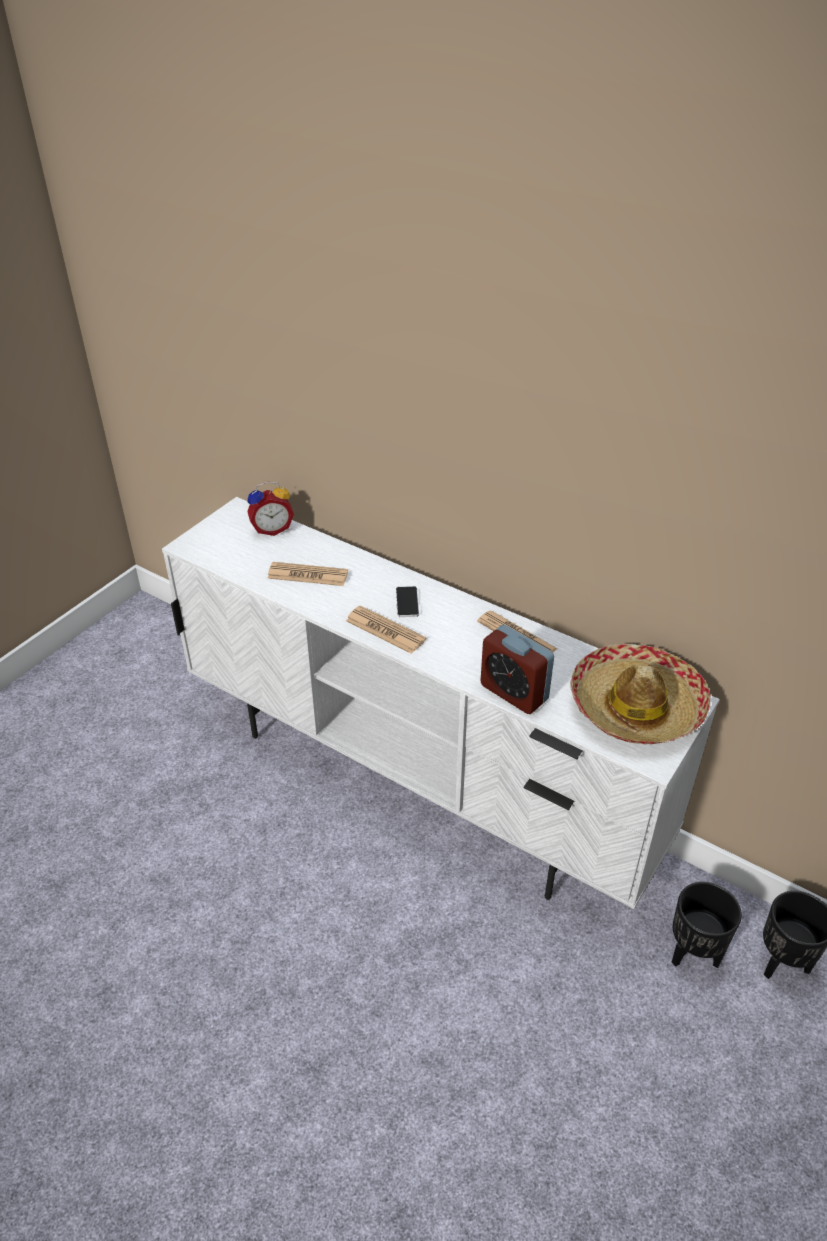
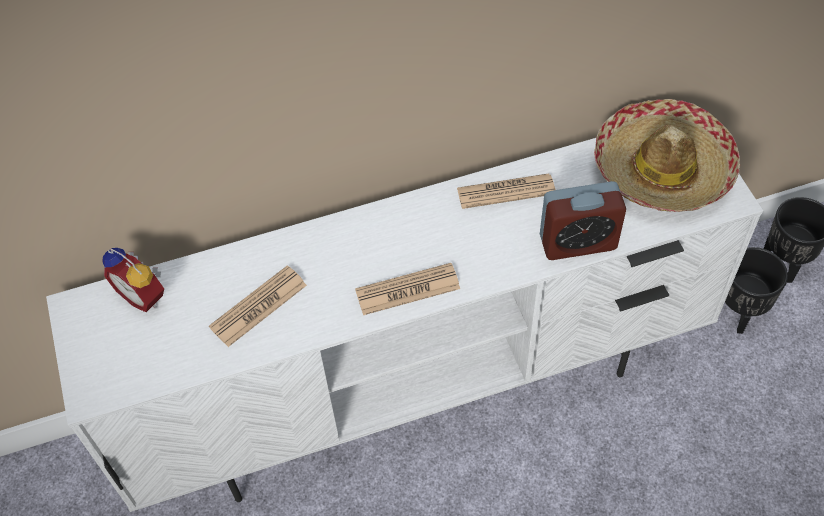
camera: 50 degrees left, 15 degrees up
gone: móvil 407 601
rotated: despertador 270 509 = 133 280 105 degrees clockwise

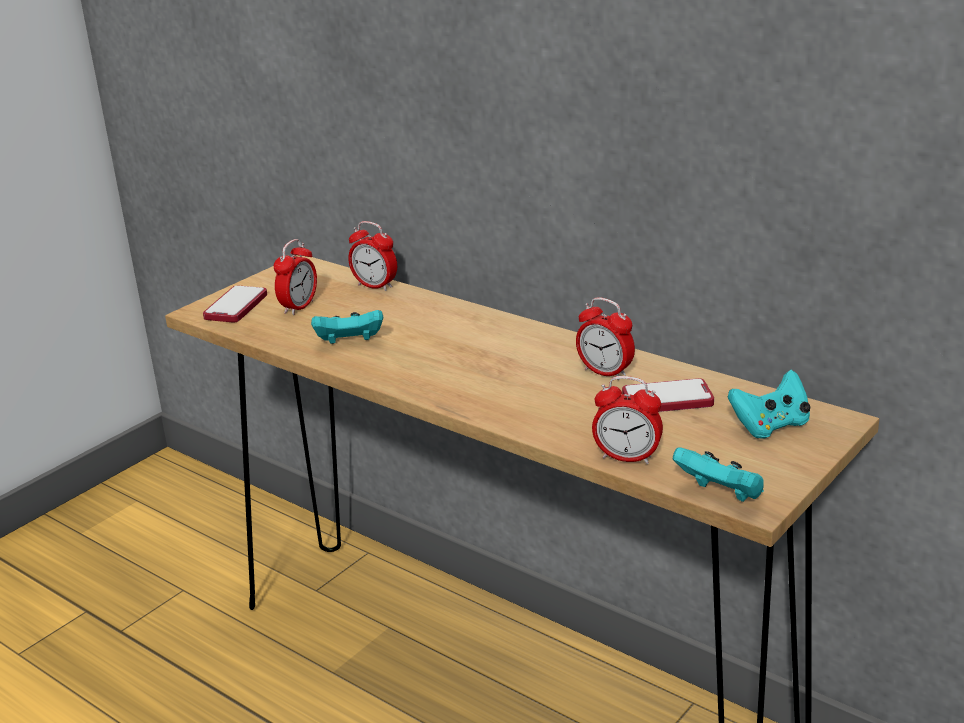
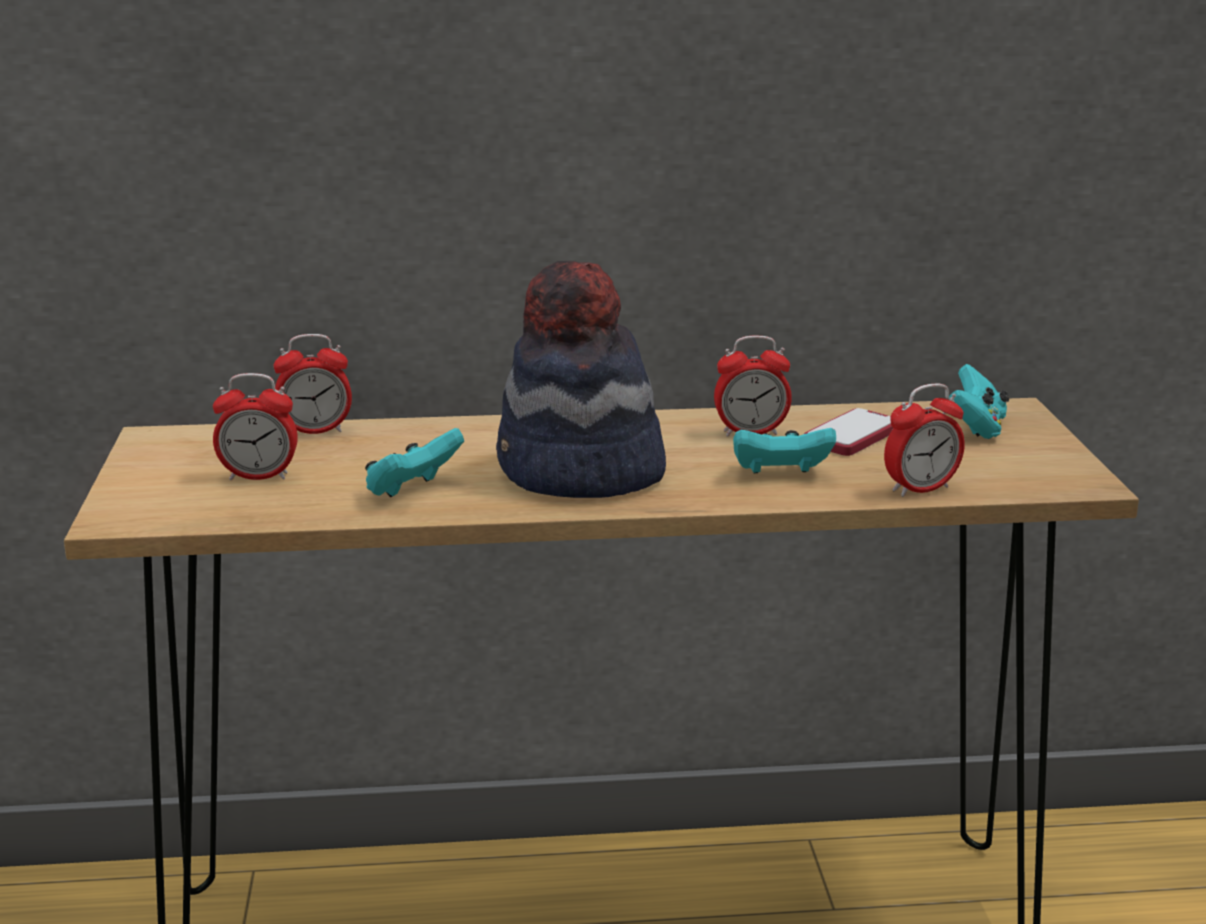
camera: 45 degrees left, 5 degrees down
gone: móvil 235 304
new: sombrero 581 379
shifted: mando de consola [turquesa] 718 474 to 784 450
rotated: despertador 295 277 = 255 426 105 degrees clockwise

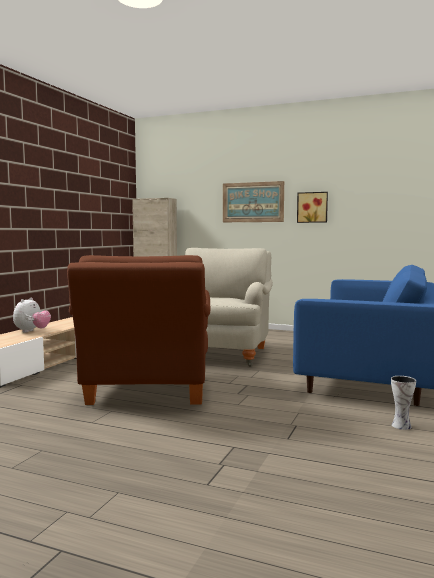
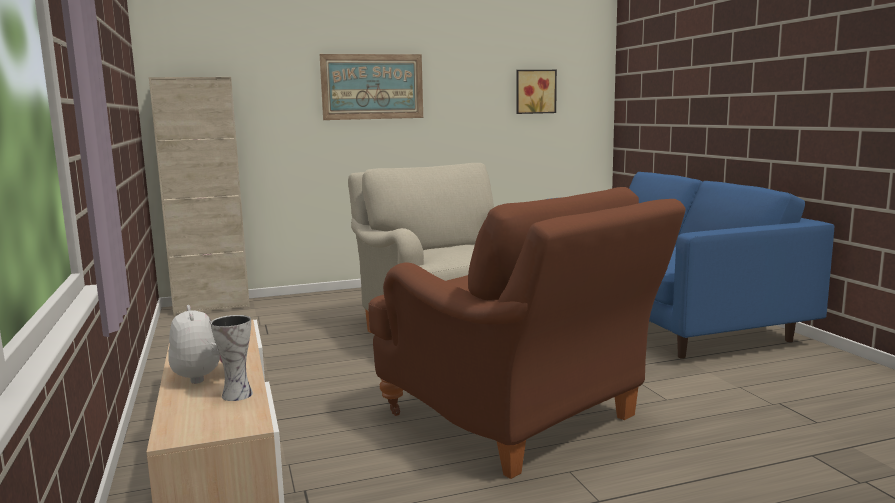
camera: 40 degrees left, 5 degrees up
shifted: cuadro 312 207 to 536 92; florero 403 403 to 232 358

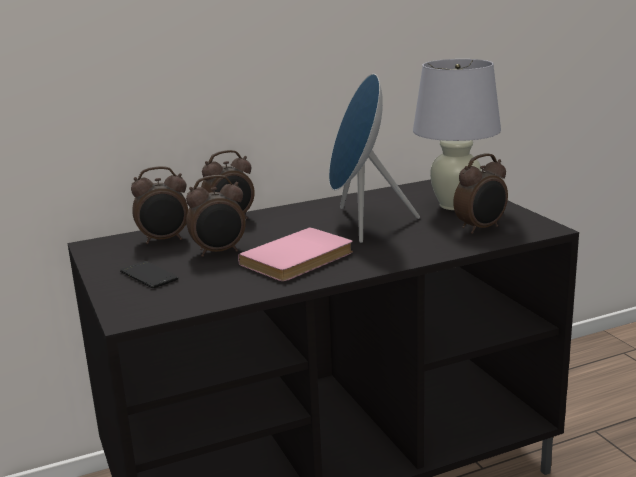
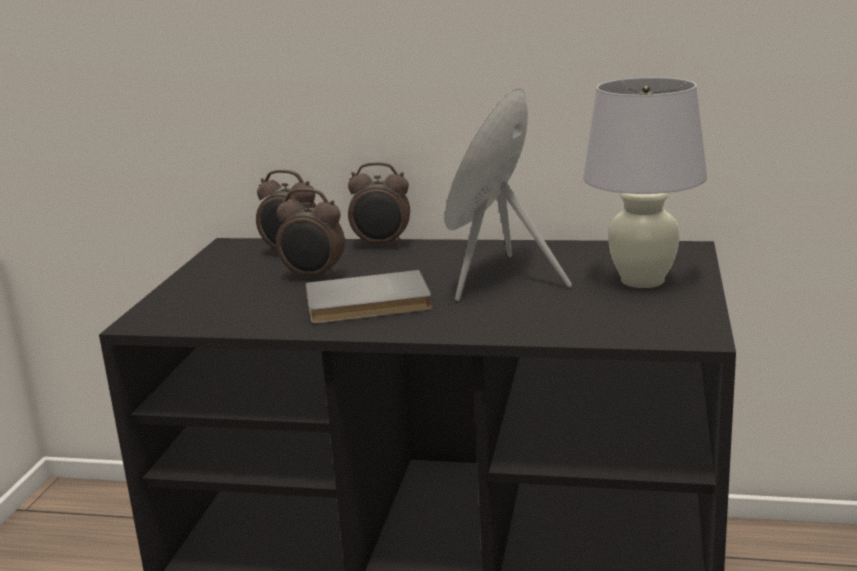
camera: 35 degrees right, 0 degrees up
gone: despertador 480 193; móvil 149 274
repainted: libro [rosa] 295 254 to libro [gris] 368 297

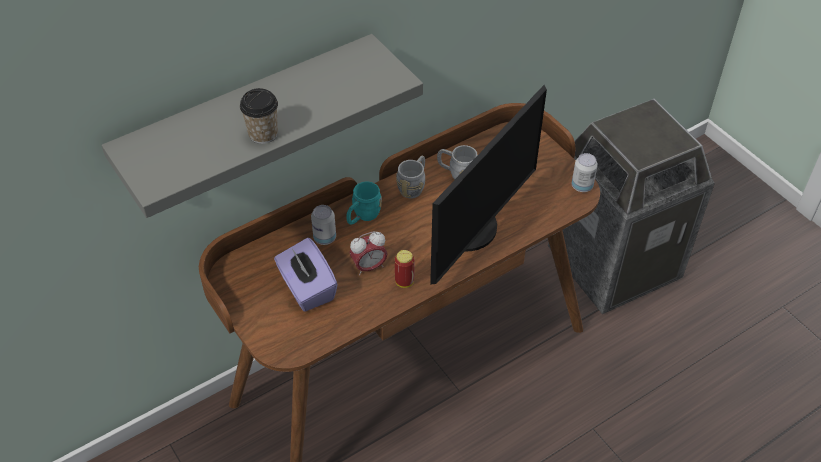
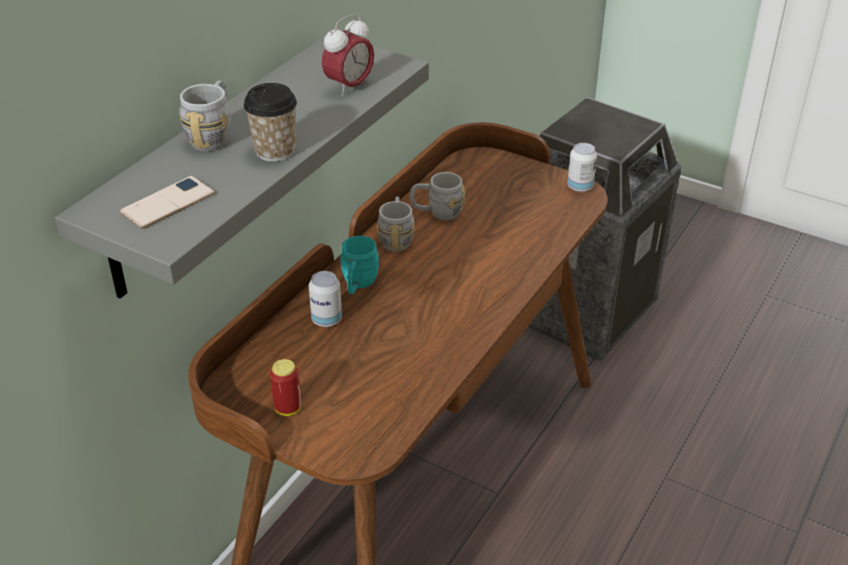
camera: 25 degrees left, 10 degrees down
gone: monitor 488 185; caja de pañuelos [morado] 306 275
new: taza grande [gris] 205 115; móvil 167 202
shifted: despertador 368 253 to 348 55; lata 405 269 to 285 387

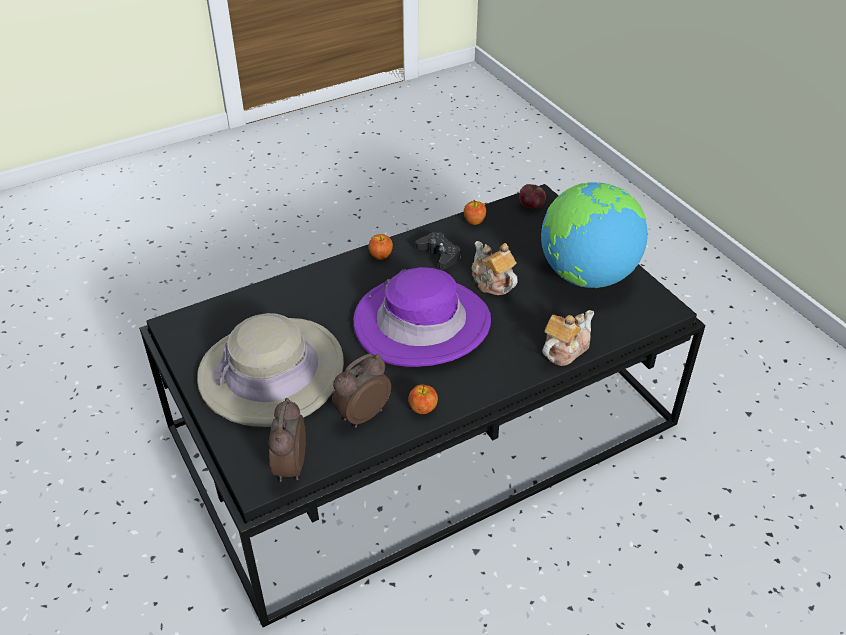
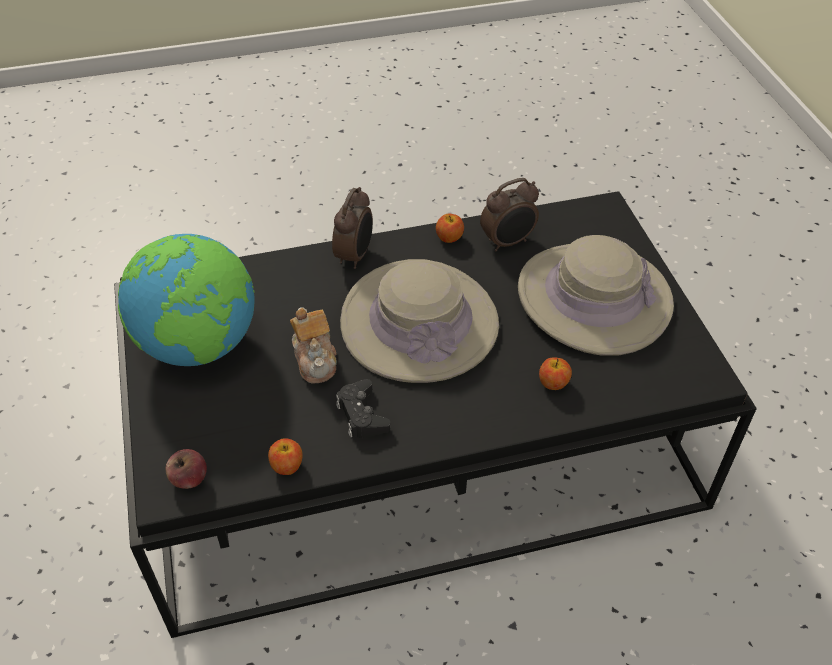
camera: 165 degrees left, 5 degrees up
gone: tetera 568 338
shifted: manzana 381 247 to 555 373; despertador 287 440 to 352 228
repainted: sombrero [morado] 422 317 to sombrero [beis] 419 321

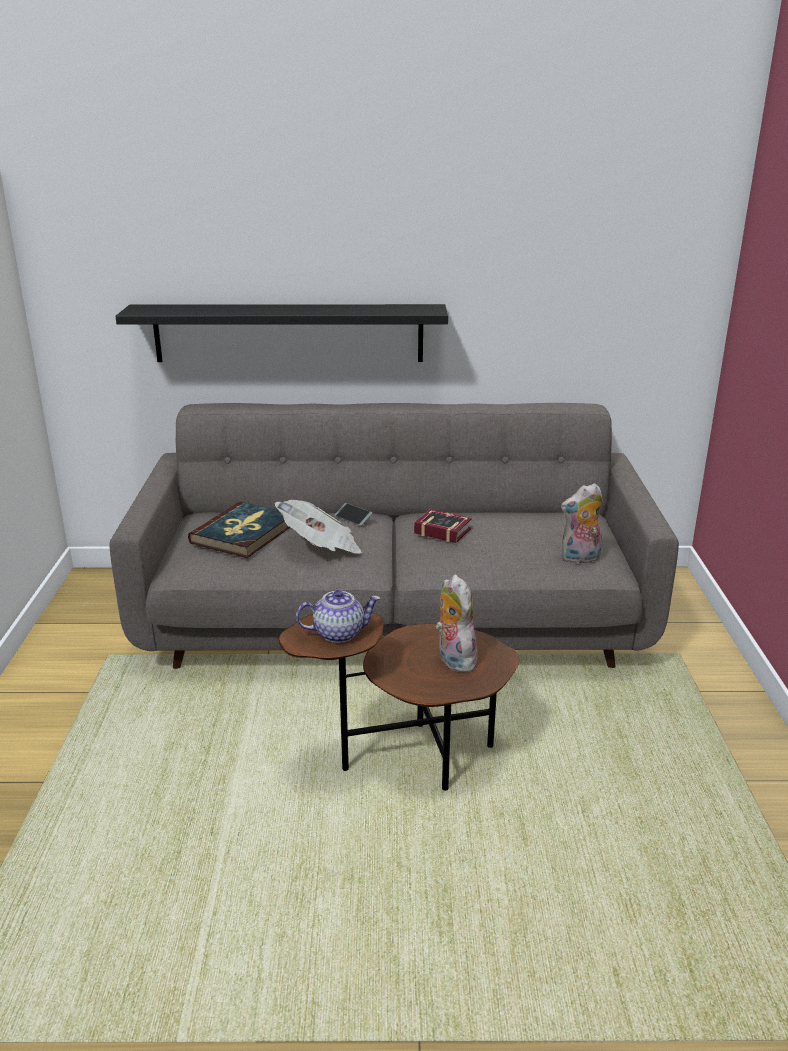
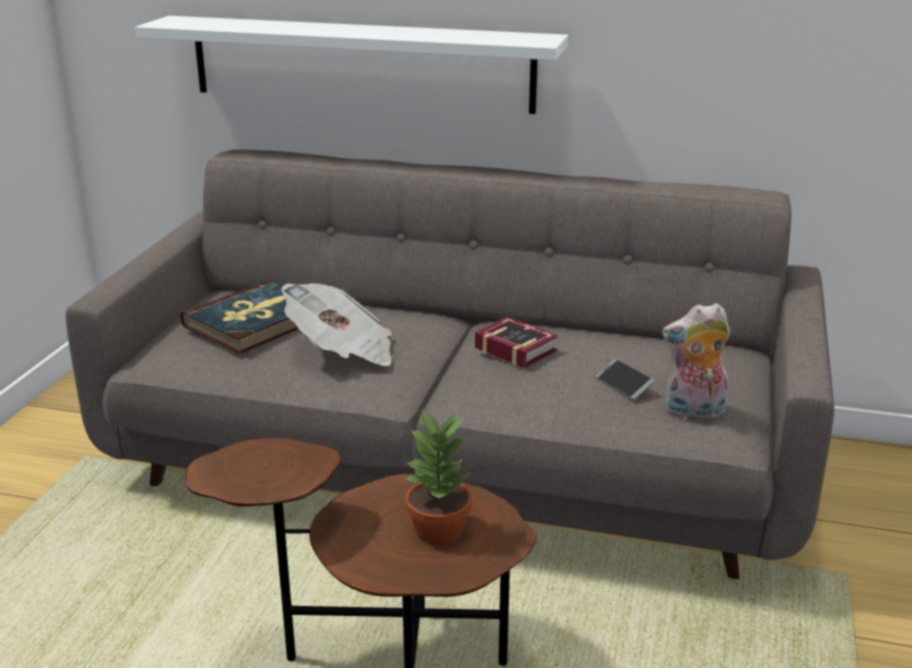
camera: 15 degrees right, 0 degrees up
gone: tetera 338 616
shifted: móvil 353 514 to 625 379
swapped: peluche 456 623 to planta en maceta 437 477
repainted: estante [negro] 281 333 to estante [blanco] 351 65

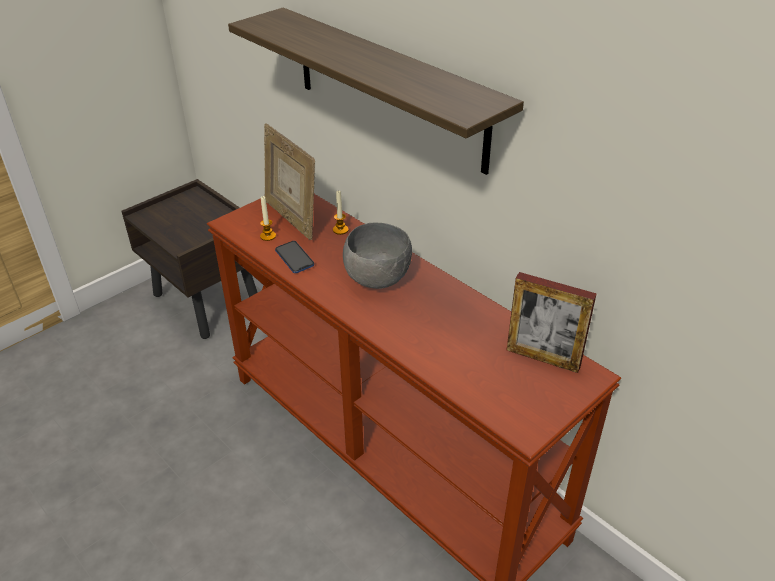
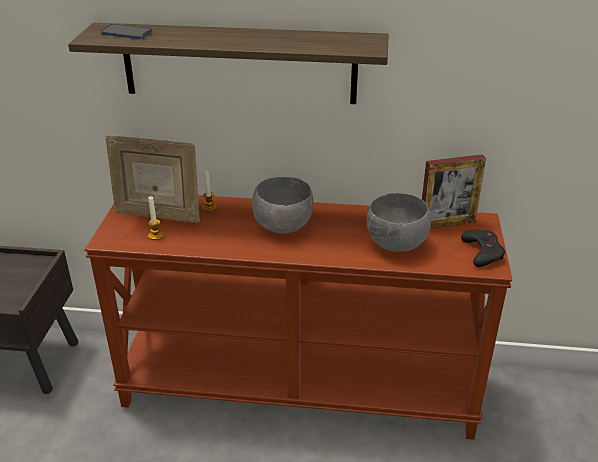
camera: 40 degrees left, 5 degrees down
new: cuenco [gris] 399 222; mando de consola [negro] 483 248
shifted: móvil 294 257 to 126 31

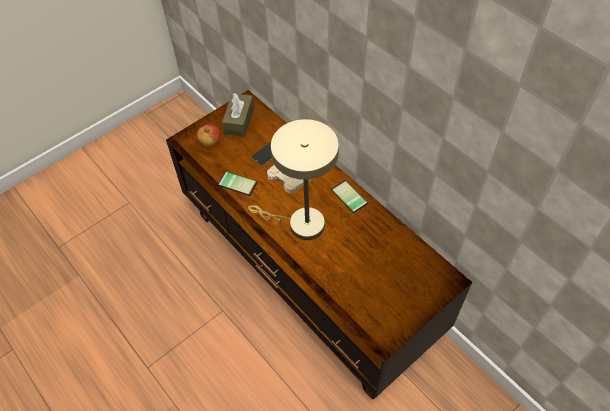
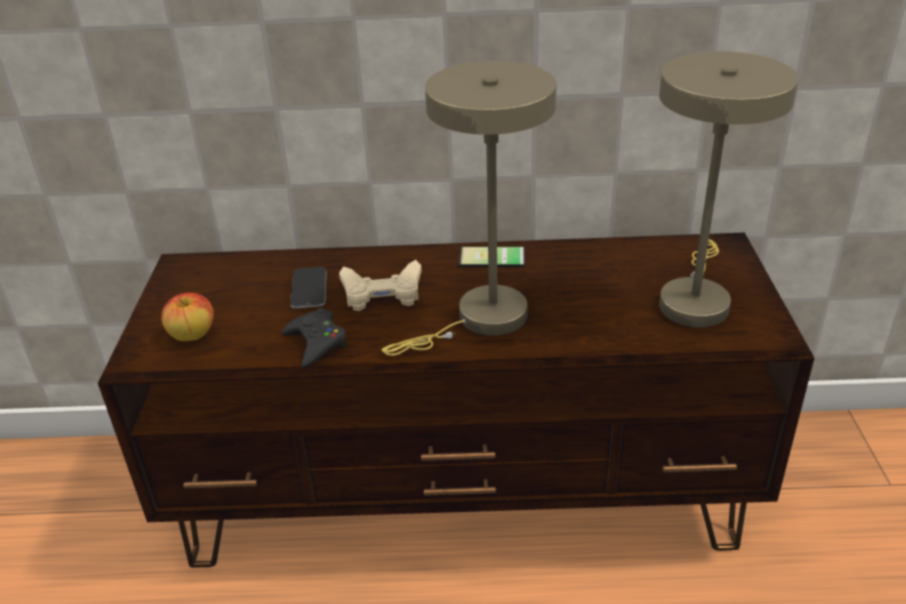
camera: 50 degrees left, 20 degrees down
gone: caja de pañuelos [marrón] 238 115
new: lámpara de mesa [beis] 728 189
swapped: móvil 238 183 to mando de consola [negro] 314 338

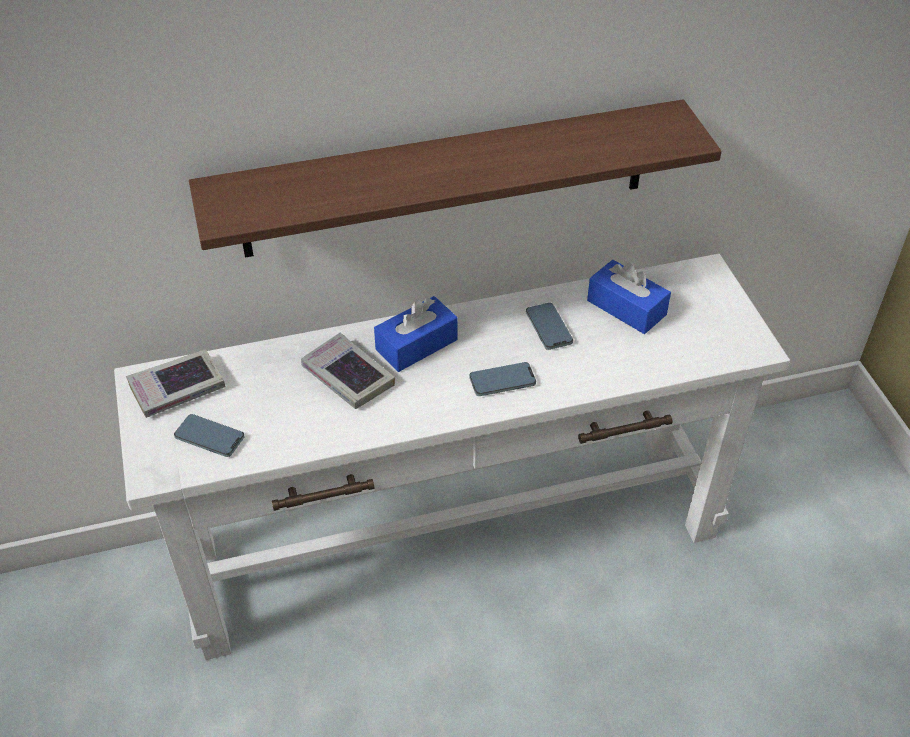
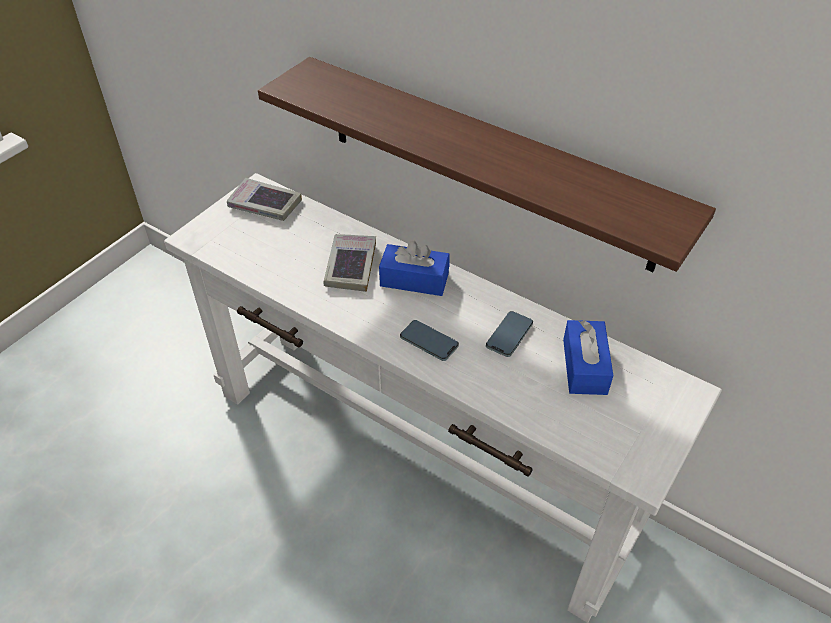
camera: 50 degrees right, 0 degrees up
gone: móvil 209 435

